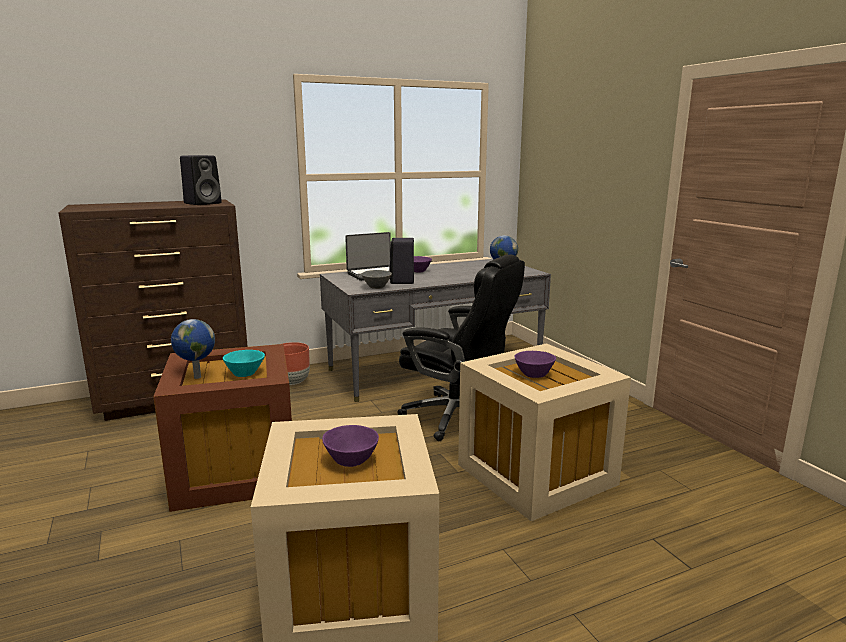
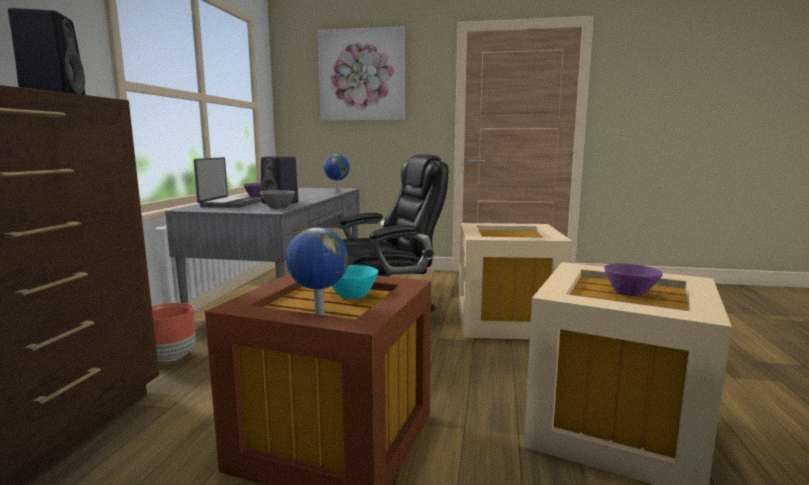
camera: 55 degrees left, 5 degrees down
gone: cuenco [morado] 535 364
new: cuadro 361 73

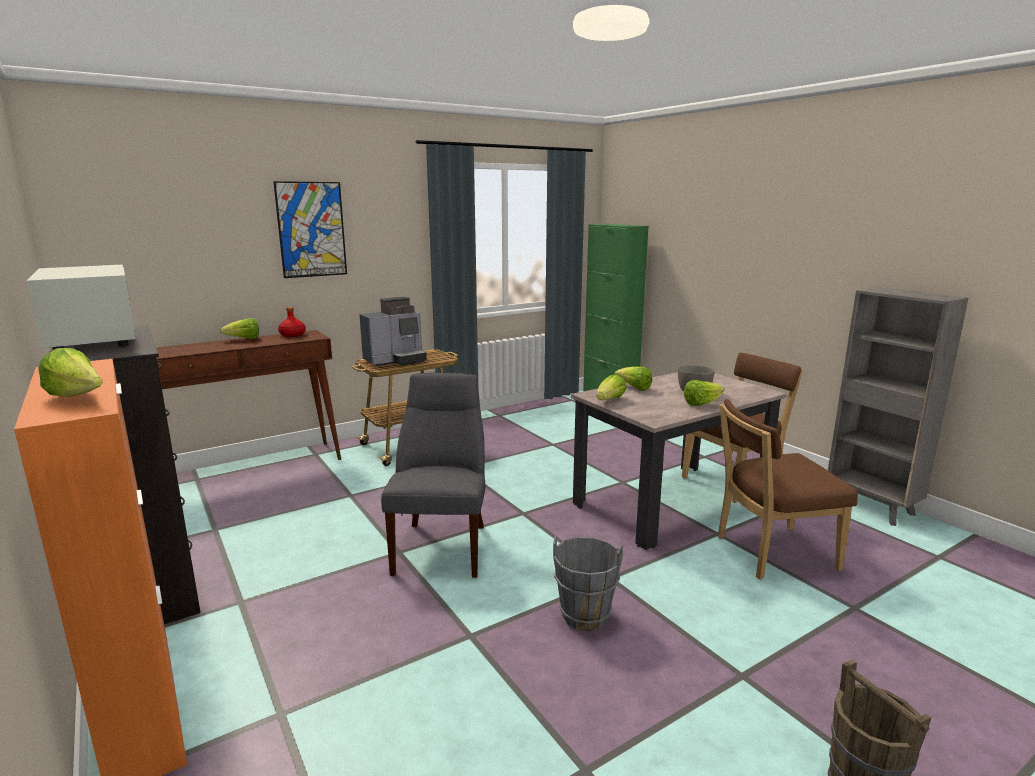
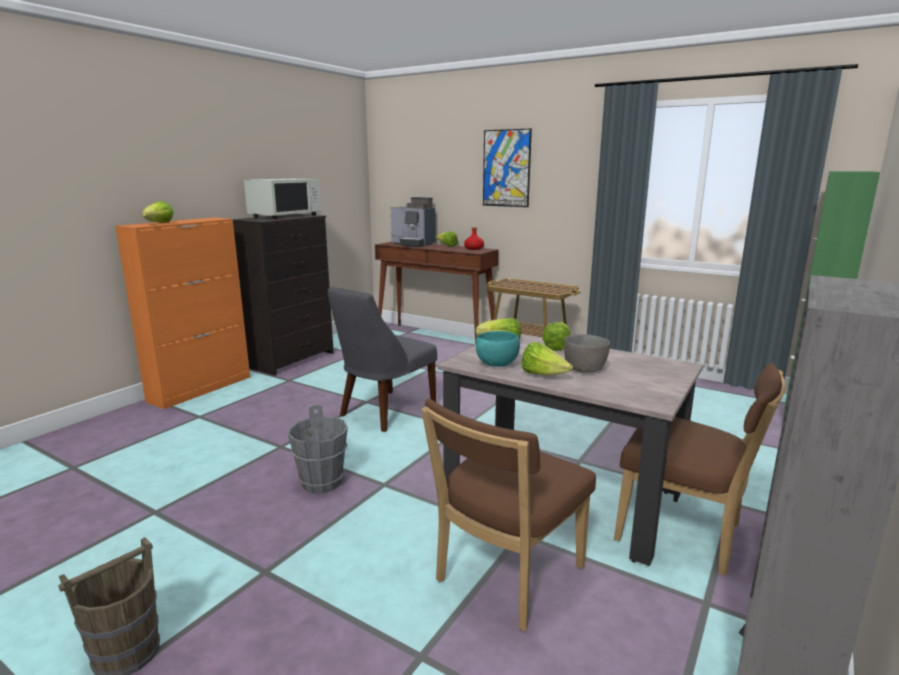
camera: 65 degrees right, 0 degrees up
new: cuenco [turquesa] 498 349
shifted: cafetera 393 331 to 413 222
rotated: silla [gris] 433 475 = 382 359 150 degrees clockwise; silla [marrón] 788 489 = 508 515 105 degrees counterclockwise

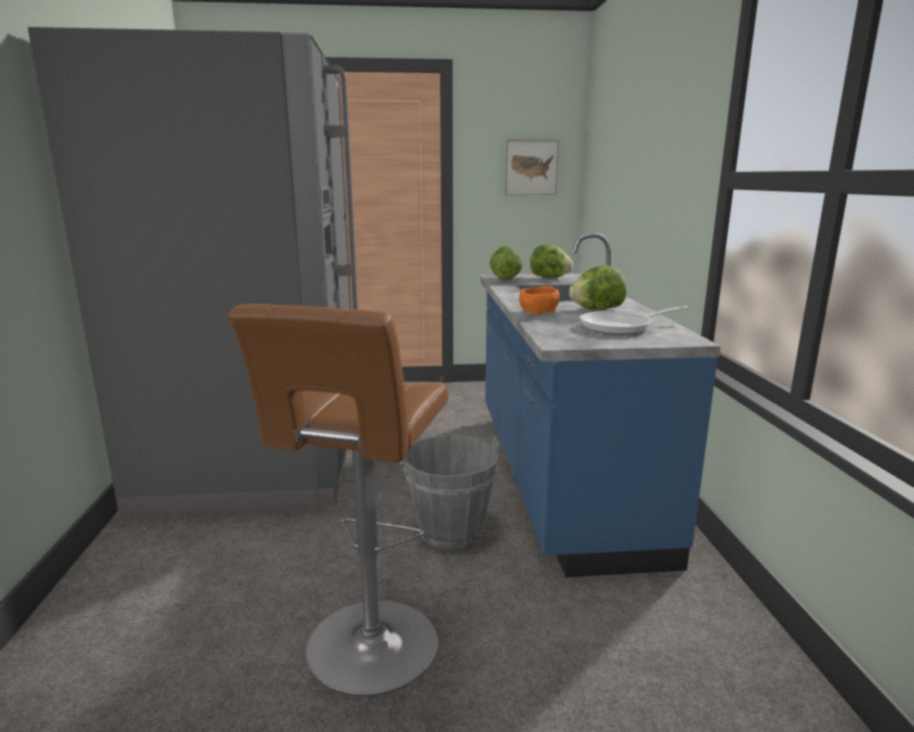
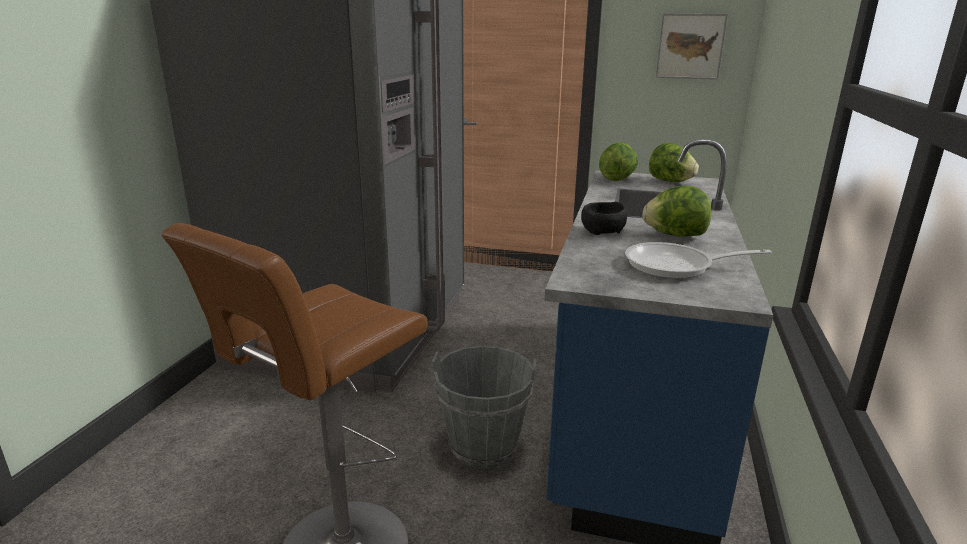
camera: 20 degrees right, 5 degrees up
repainted: cuenco [naranja] 539 300 to cuenco [negro] 604 218

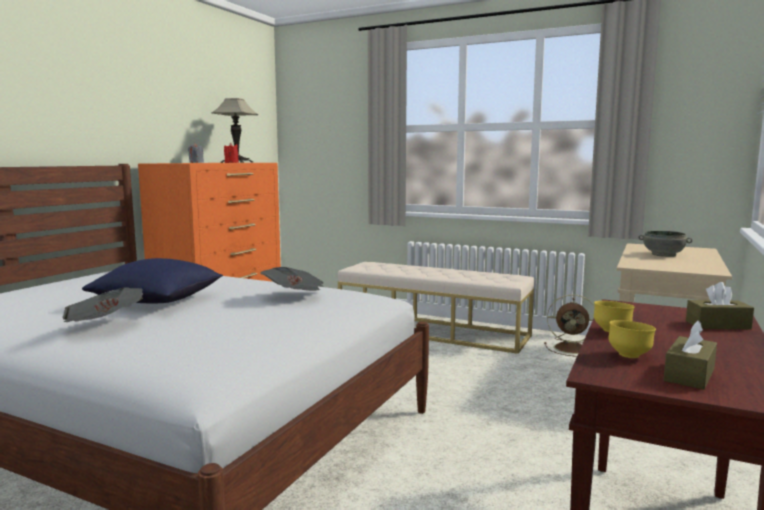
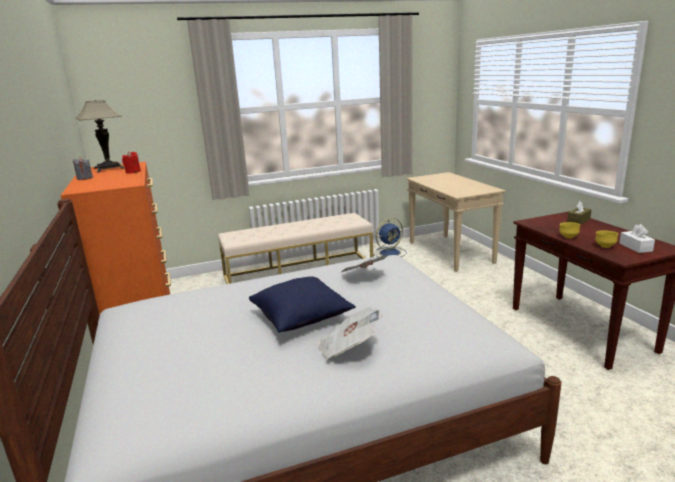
camera: 45 degrees left, 10 degrees up
gone: cuenco [gris] 665 244
repainted: ventilador [marrón] 569 325 to ventilador [azul] 390 237; caja de pañuelos [marrón] 690 355 to caja de pañuelos [blanco] 637 238

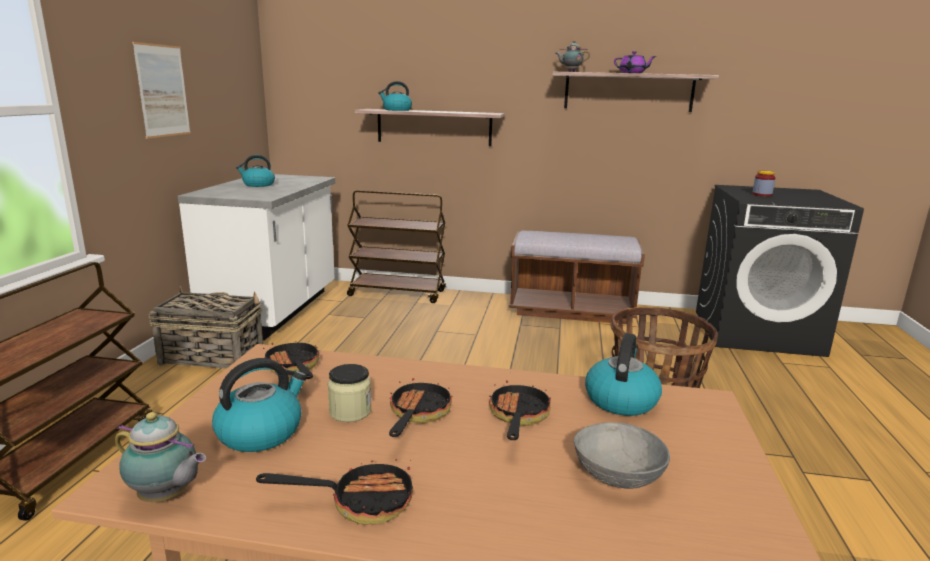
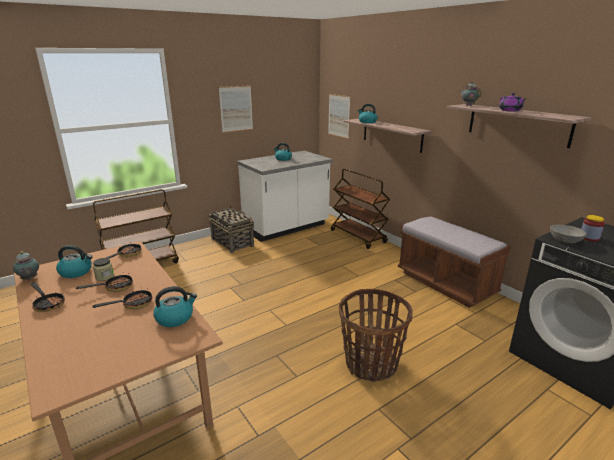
camera: 45 degrees right, 5 degrees up
new: cuadro 339 116
shifted: cuenco [gris] 622 455 to 568 234

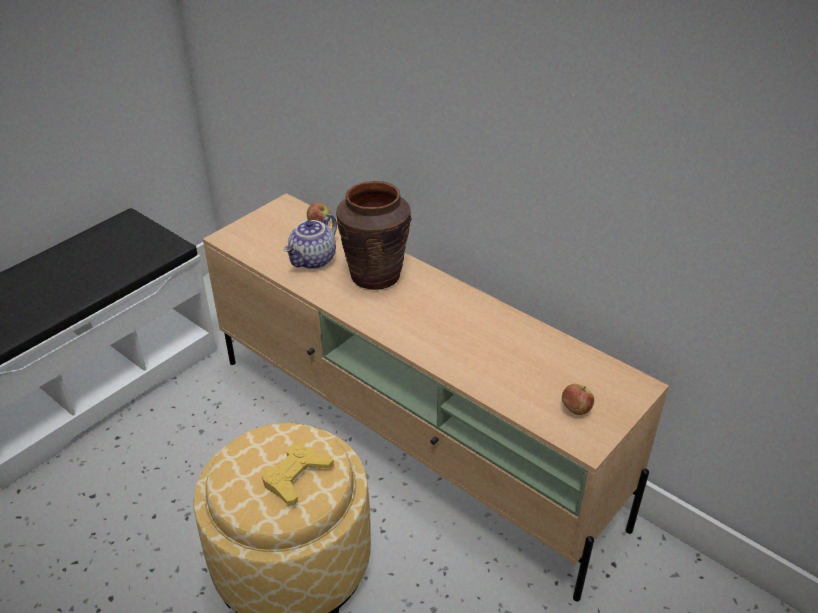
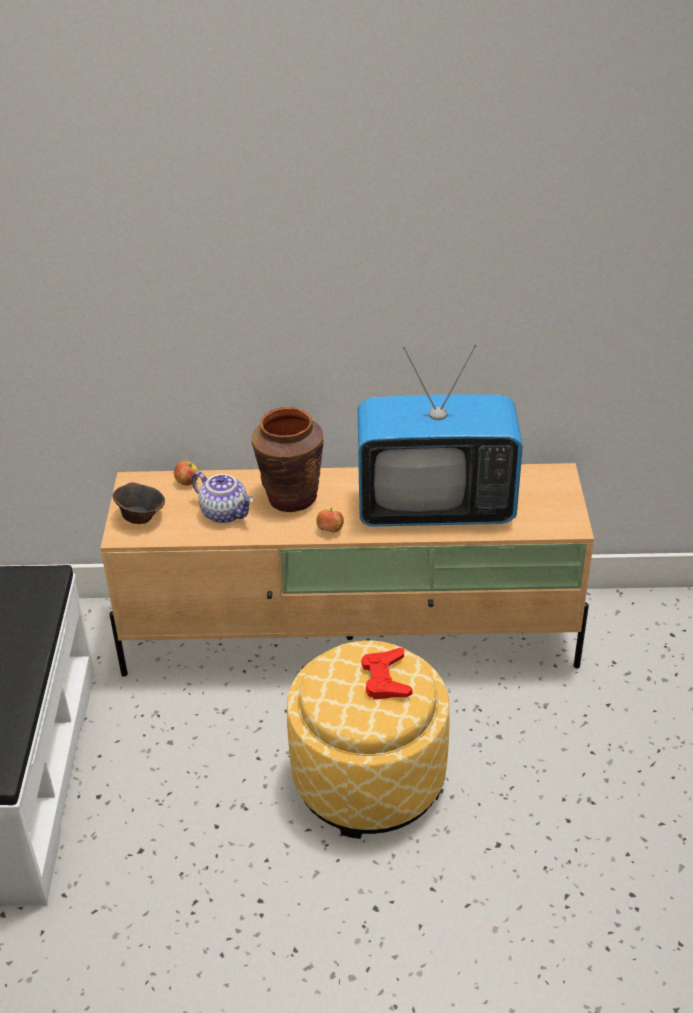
camera: 40 degrees left, 0 degrees up
new: televisor 440 435; cuenco [marrón] 138 503
shifted: manzana 578 399 to 330 520
repainted: mando de consola [amarillo] 298 474 to mando de consola [rojo] 387 673
rotated: tetera 310 241 = 222 497 45 degrees counterclockwise

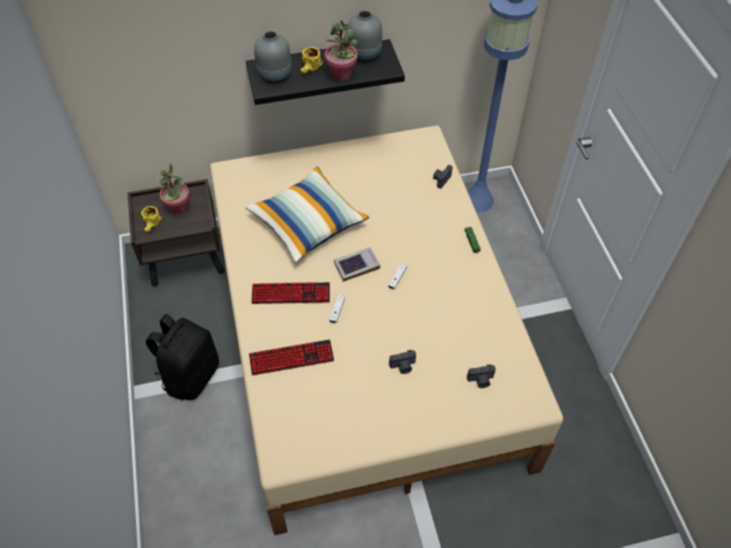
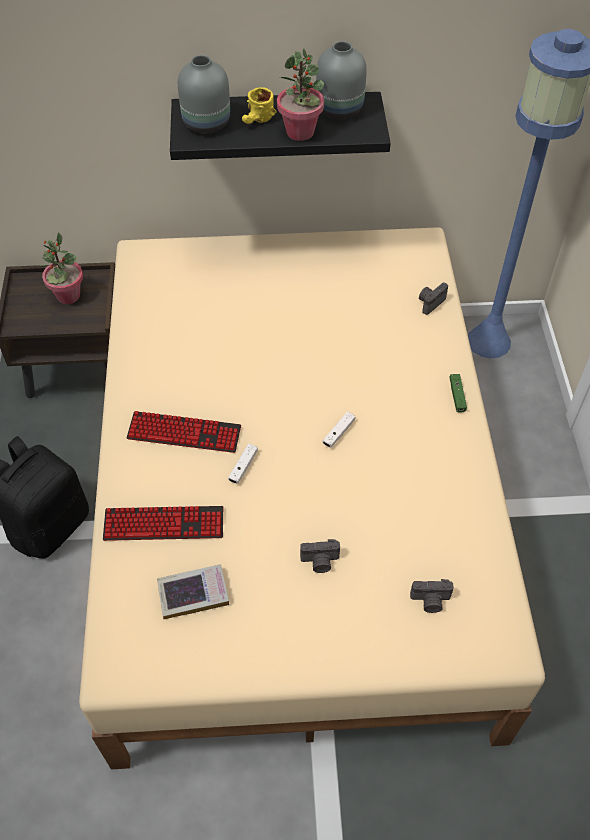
camera: 10 degrees right, 0 degrees up
gone: cojín 307 214; taza grande [amarillo] 151 219
shifted: libro 357 264 to 193 591

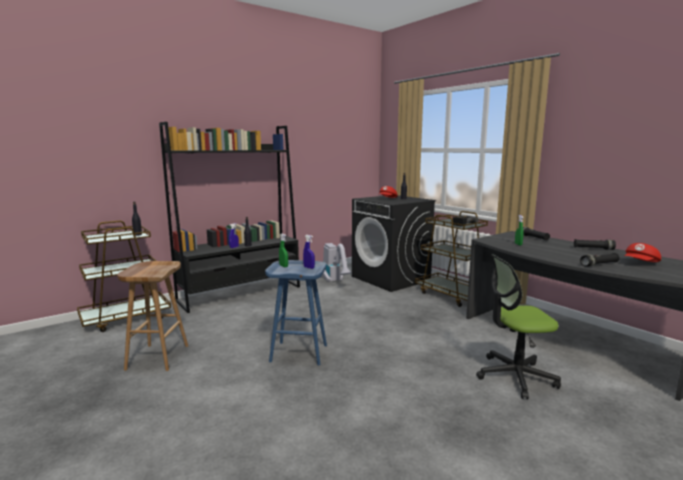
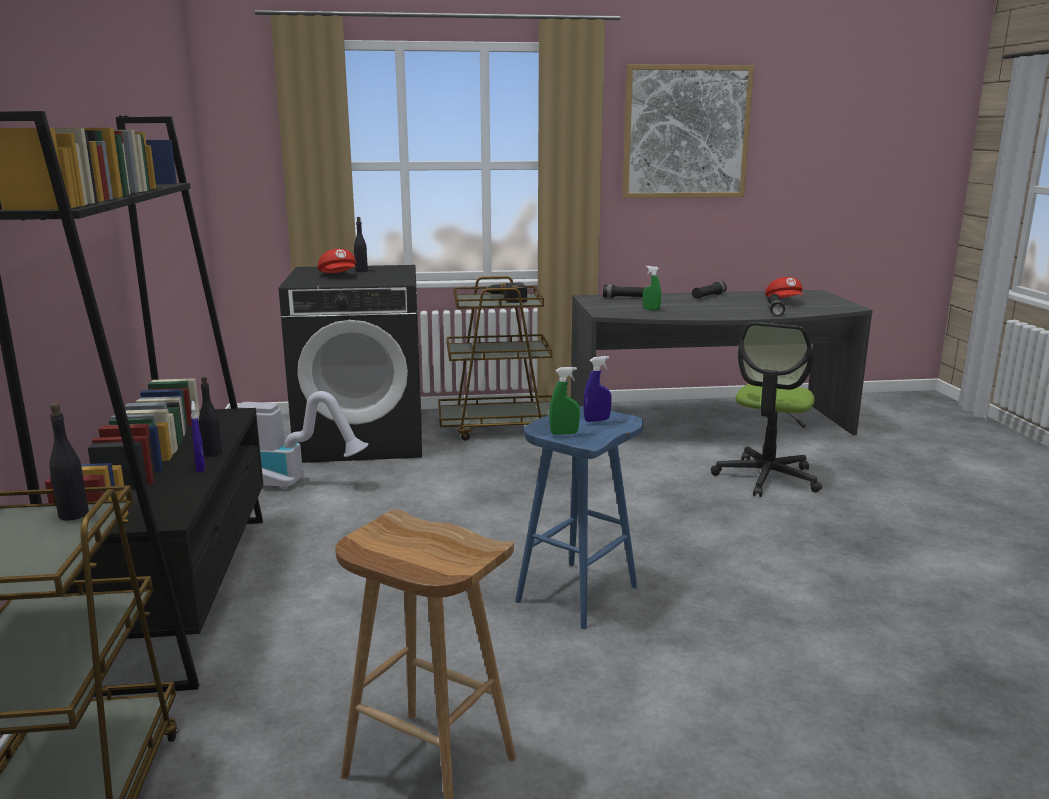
camera: 60 degrees left, 5 degrees up
new: cuadro 688 131

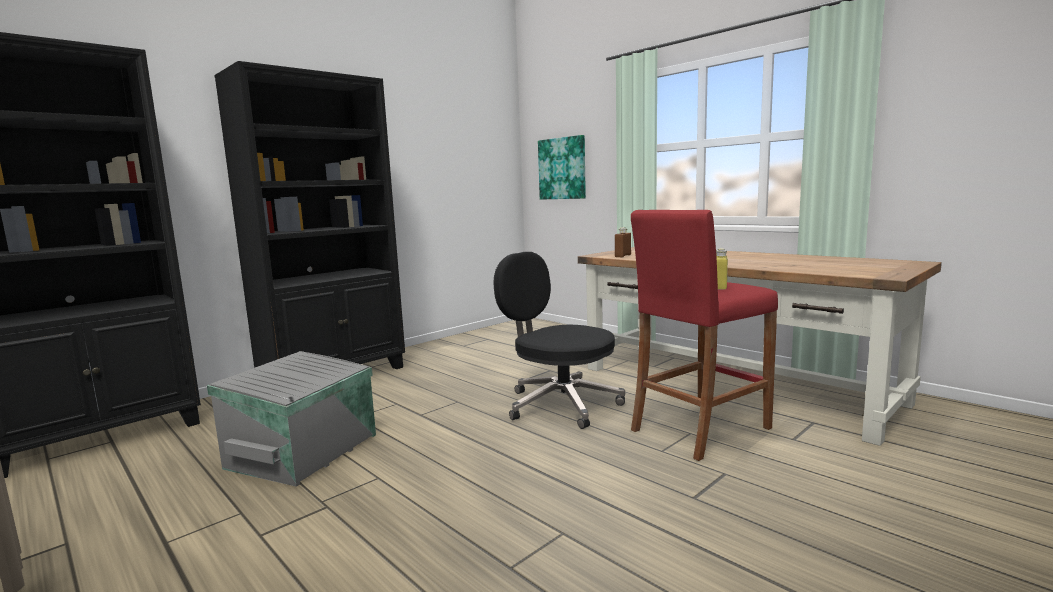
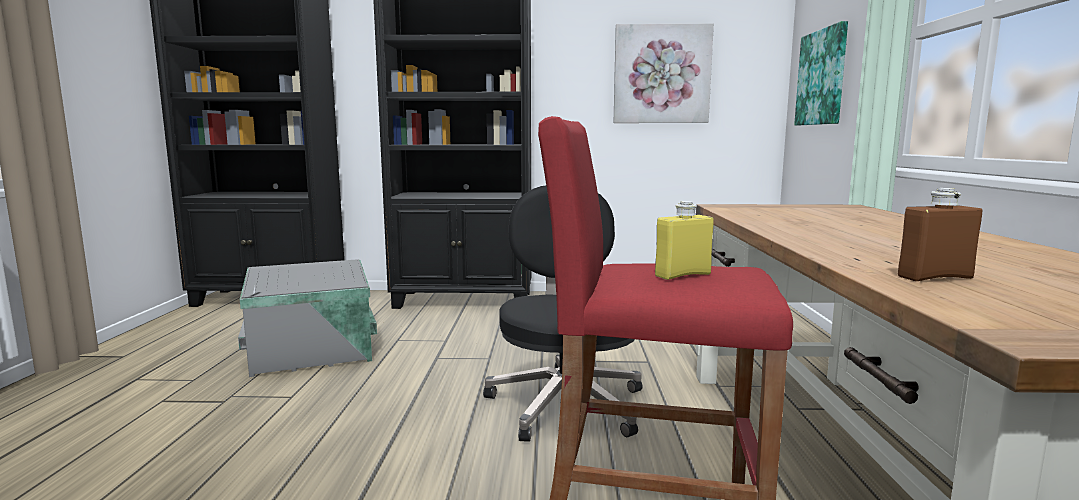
camera: 45 degrees right, 0 degrees up
new: cuadro 663 73
shifted: botella [marrón] 623 242 to 940 234

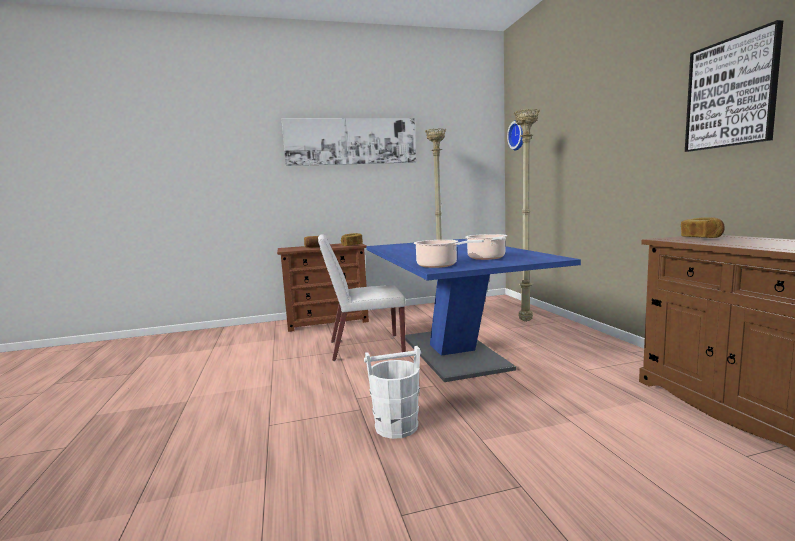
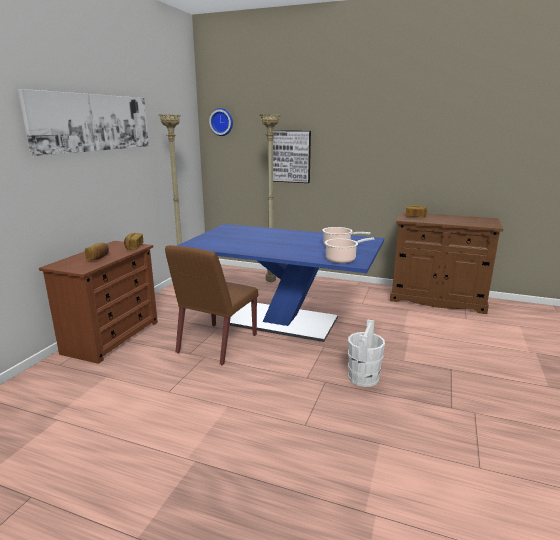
camera: 55 degrees left, 10 degrees up
shifted: cuadro 734 86 to 292 156
repainted: silla [blanco] 362 297 to silla [marrón] 211 305

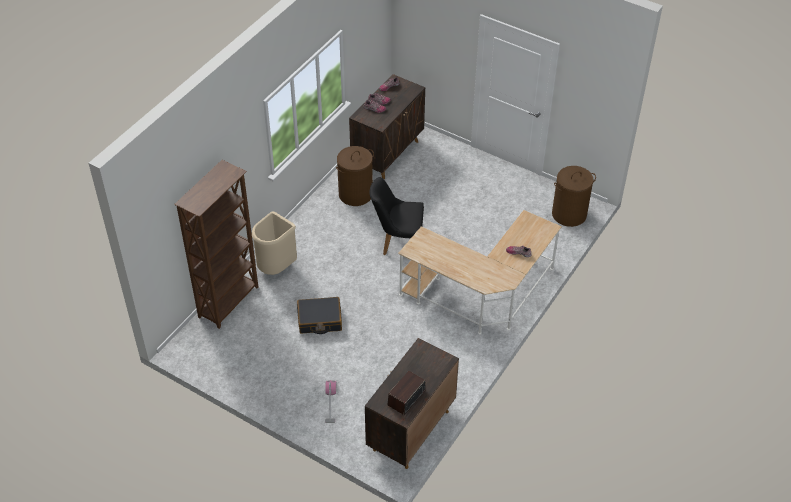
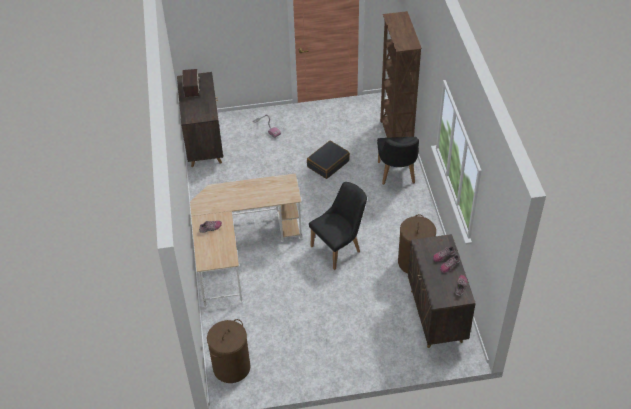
camera: 140 degrees right, 0 degrees up
swapped: papelera [beis] 274 243 to silla [negro] 398 161

